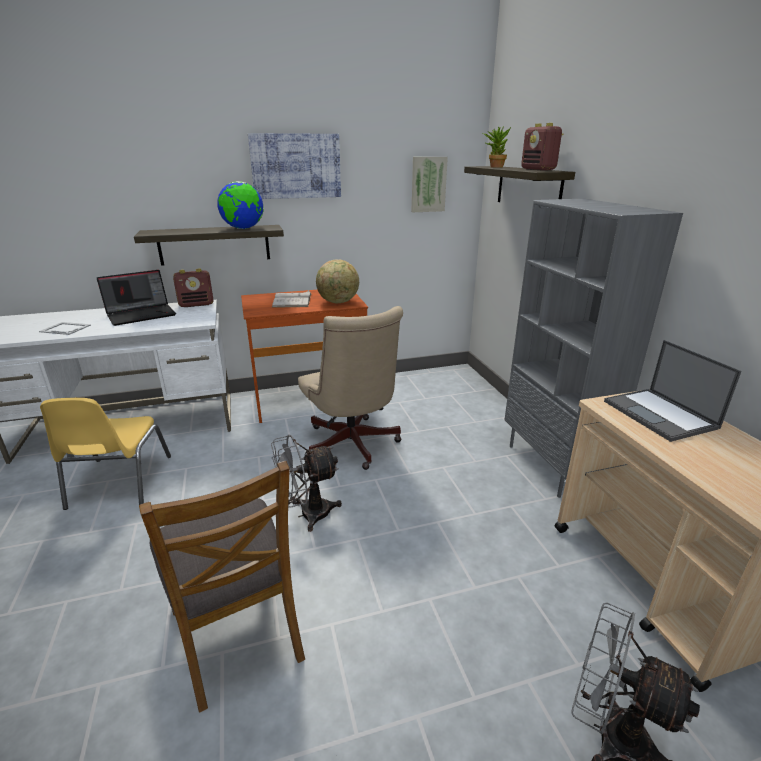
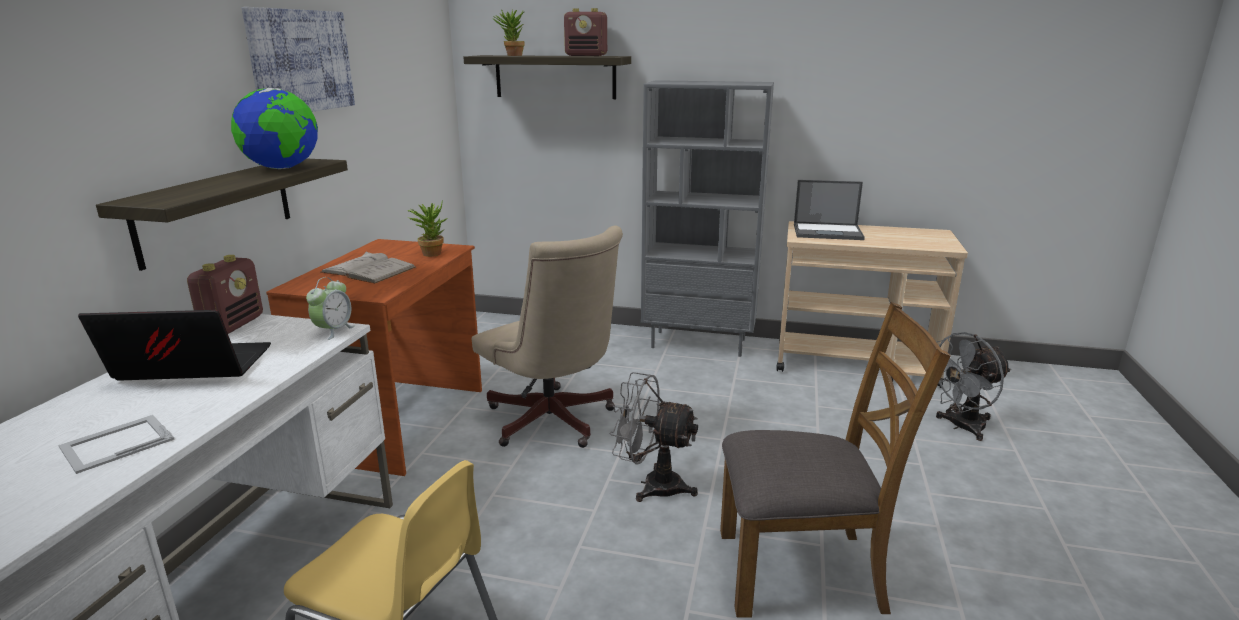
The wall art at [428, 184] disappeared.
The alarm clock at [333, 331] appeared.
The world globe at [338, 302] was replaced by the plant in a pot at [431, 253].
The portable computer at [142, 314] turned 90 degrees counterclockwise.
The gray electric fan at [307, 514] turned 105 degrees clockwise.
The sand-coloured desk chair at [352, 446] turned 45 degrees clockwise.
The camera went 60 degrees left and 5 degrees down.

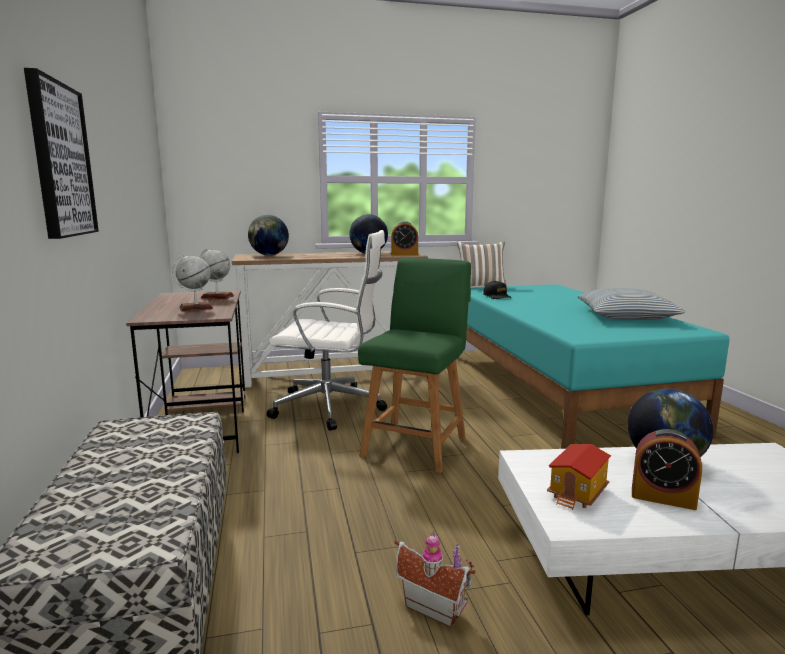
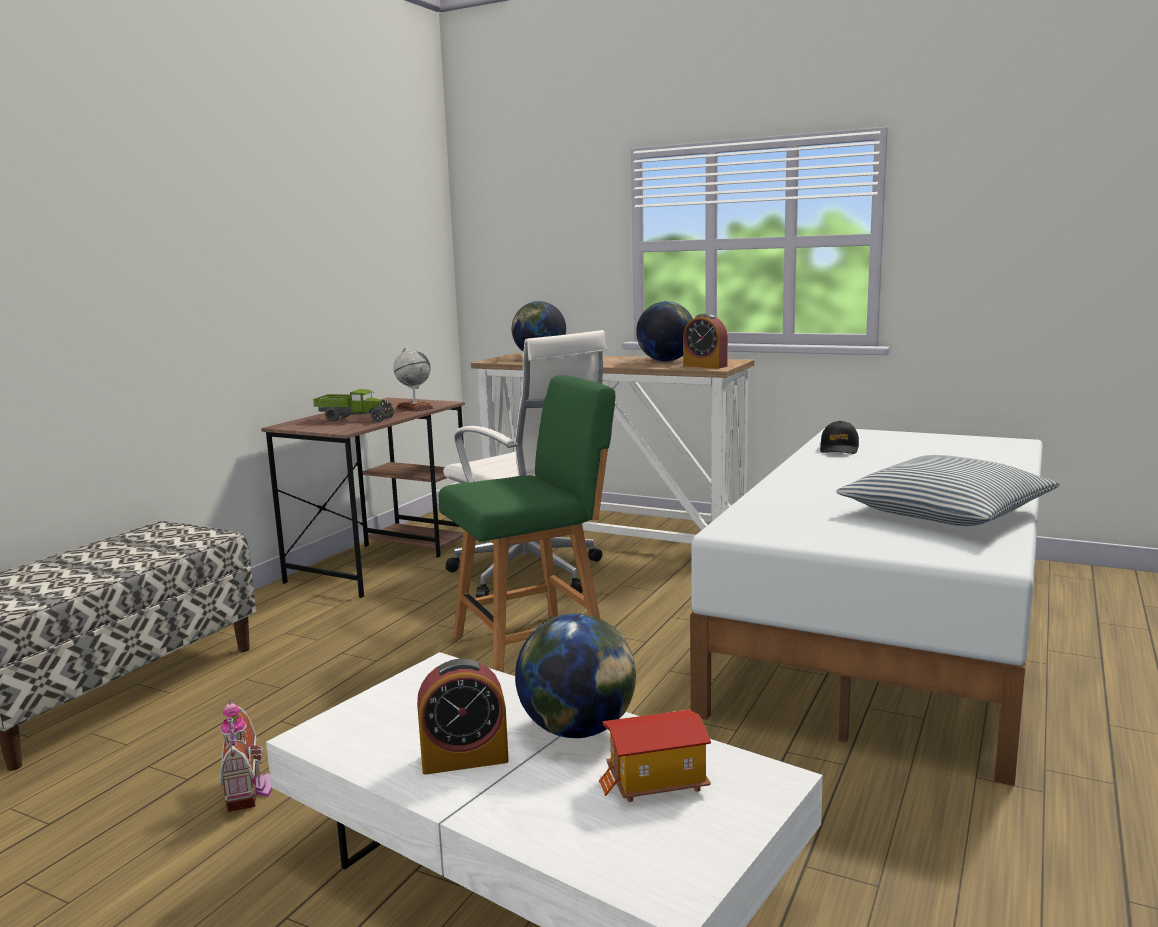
The wall art at [60, 160] disappeared.
The throw pillow at [481, 286] disappeared.
The toy house moved from [578, 493] to [656, 783].
The world globe at [196, 308] was replaced by the toy lorry at [355, 419].
The blue-green bedroom bed at [557, 389] became the white bedroom bed at [892, 630].
The alarm clock at [663, 497] turned 75 degrees counterclockwise.
The camera went 40 degrees right and 0 degrees up.

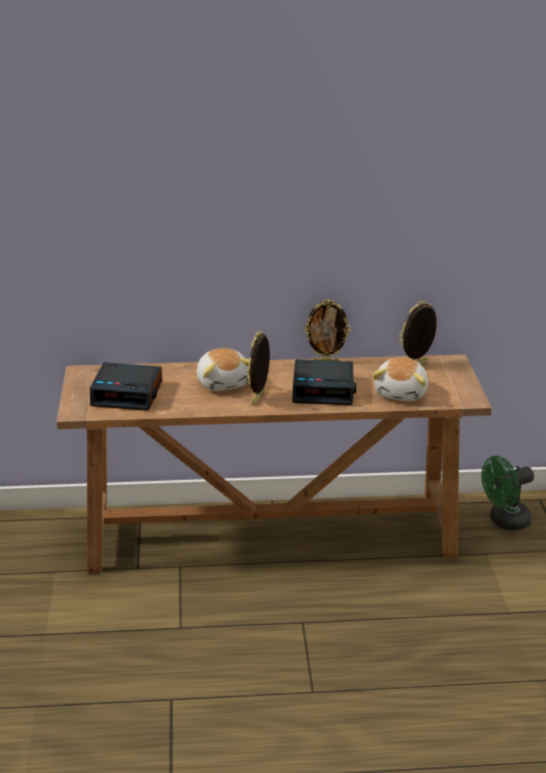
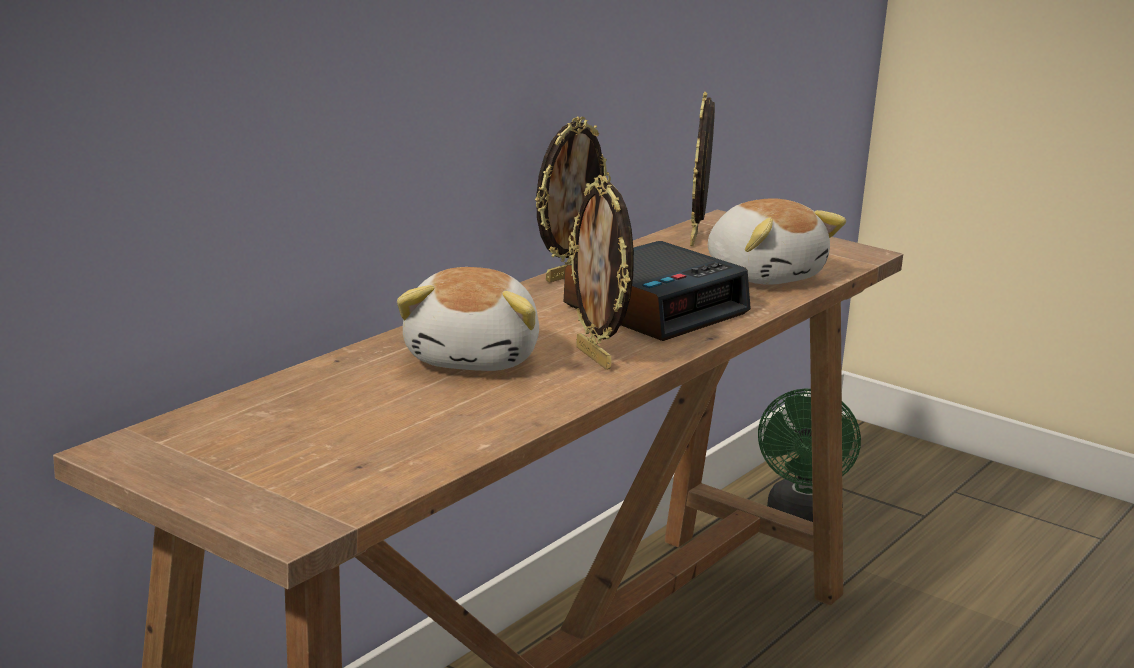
The alarm clock at [128, 393] disappeared.
The soft toy at [223, 382] turned 75 degrees clockwise.
The camera went 50 degrees left and 10 degrees down.

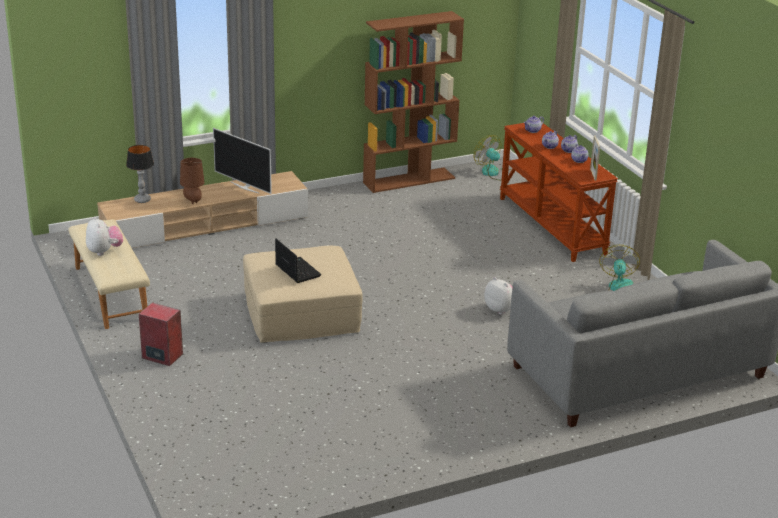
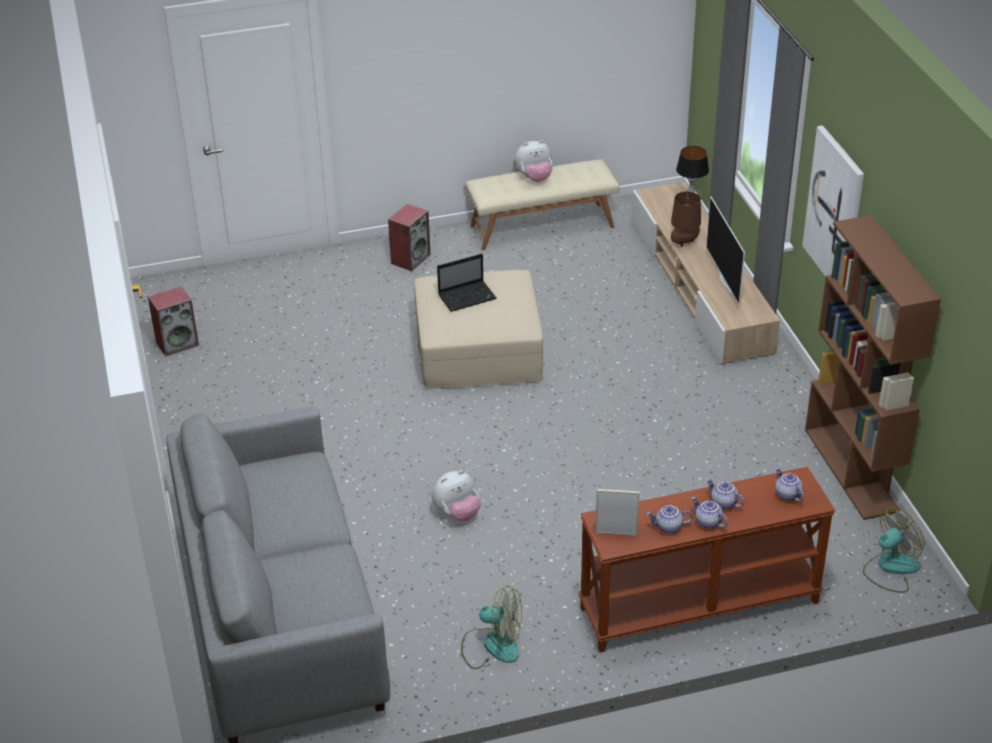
The speaker at [177, 343] appeared.
The wall art at [835, 210] appeared.
The TV at [245, 187] turned 60 degrees counterclockwise.
The camera went 100 degrees right and 10 degrees up.

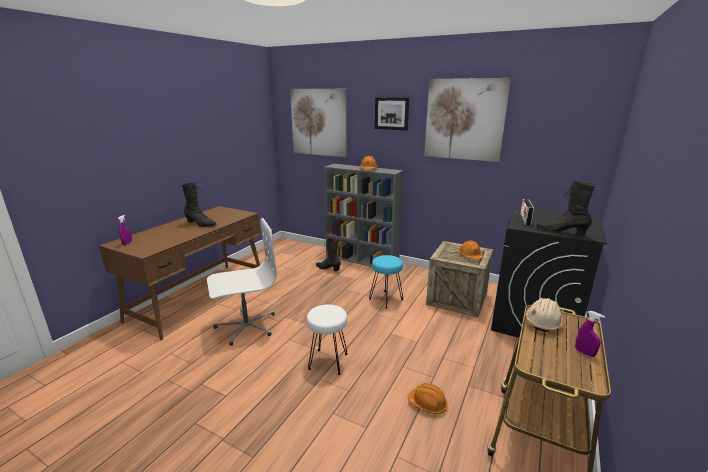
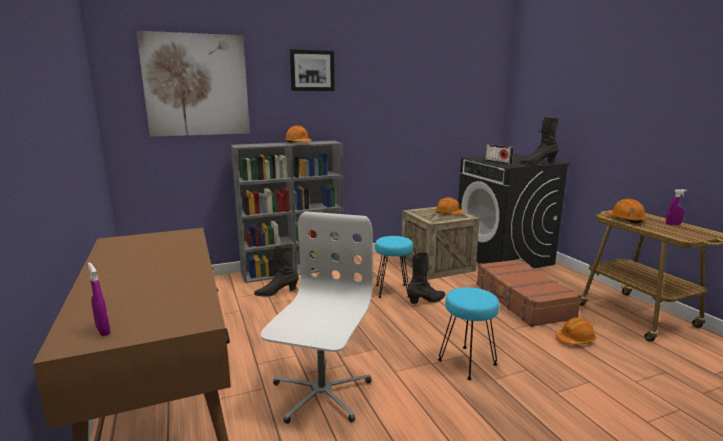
The wall art at [464, 119] disappeared.
The brownish piece of luggage at [522, 301] appeared.
The black-coloured high-top boot moved from [201, 224] to [426, 301].
The white stool seat at [328, 362] became the blue-green stool seat at [467, 363].
The sand-coloured work helmet at [543, 322] became the orange work helmet at [626, 219].
The camera went 50 degrees left and 5 degrees down.

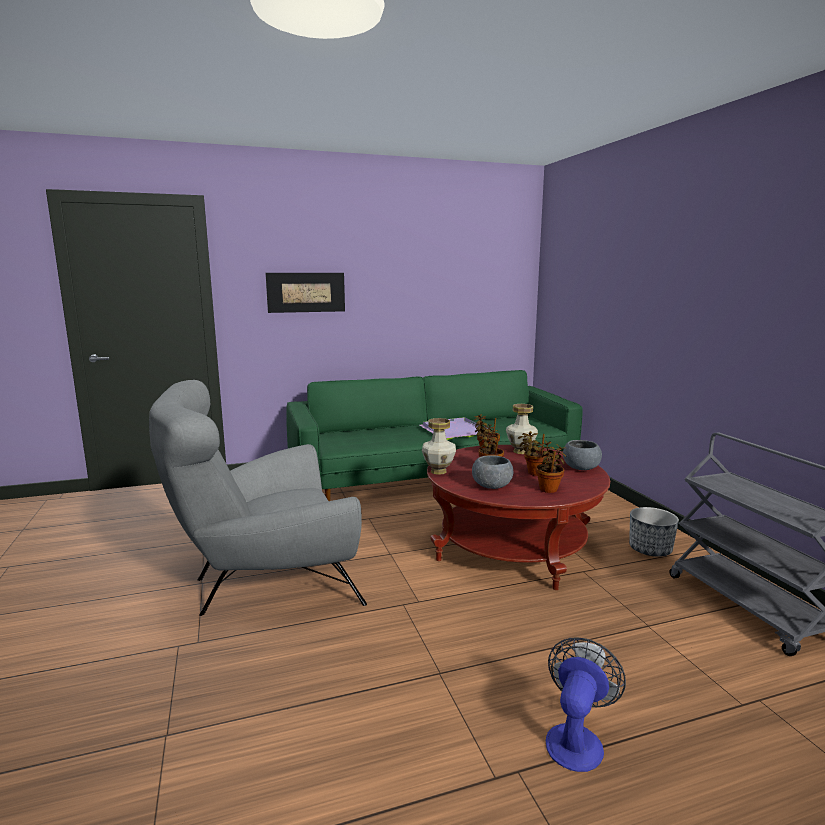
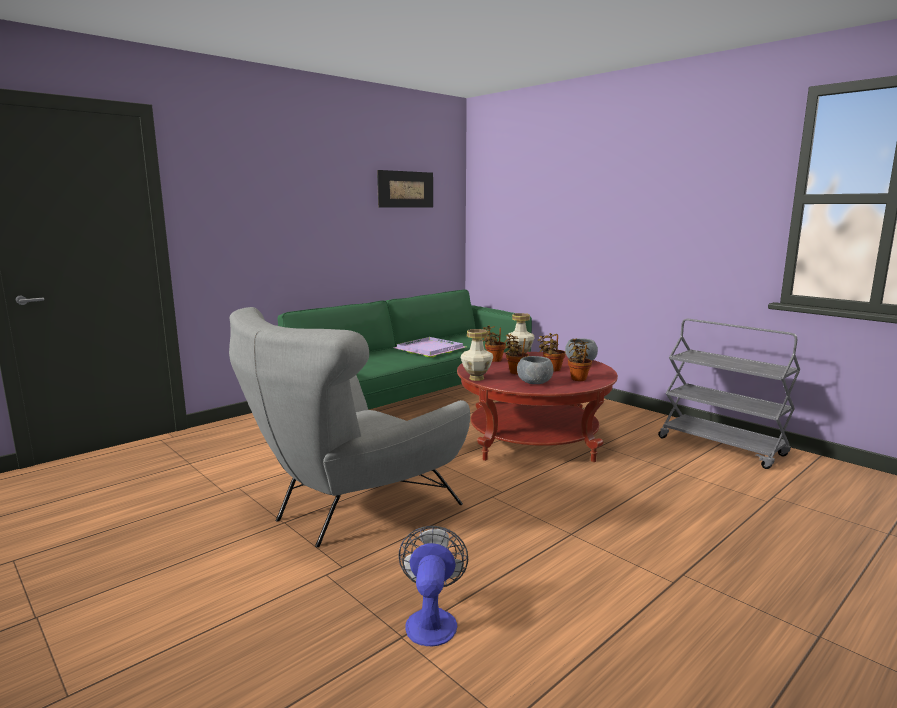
The flower pot at [650, 550] disappeared.
The wall art moved from [306, 292] to [405, 189].
The electric fan moved from [576, 738] to [431, 620].
The camera went 25 degrees left and 0 degrees up.

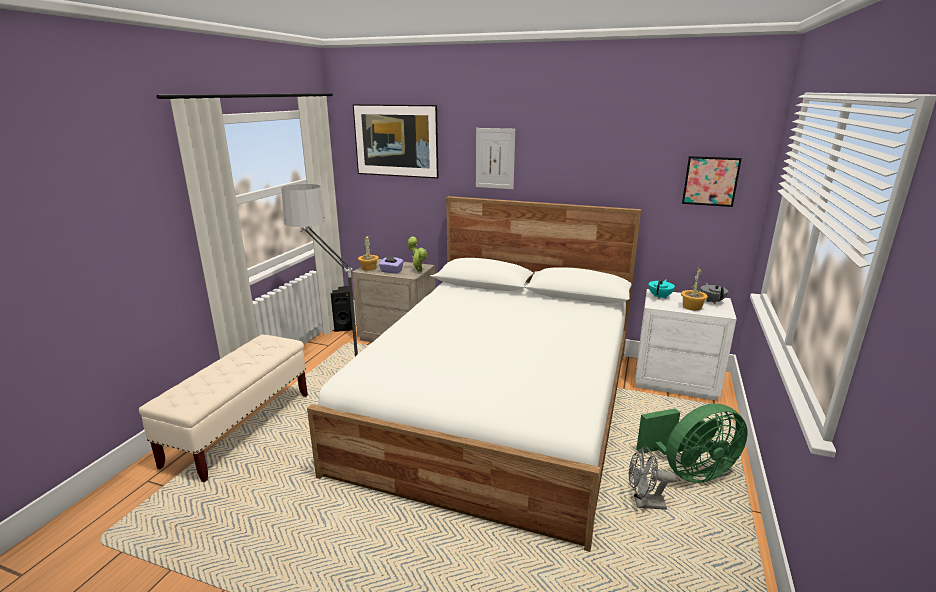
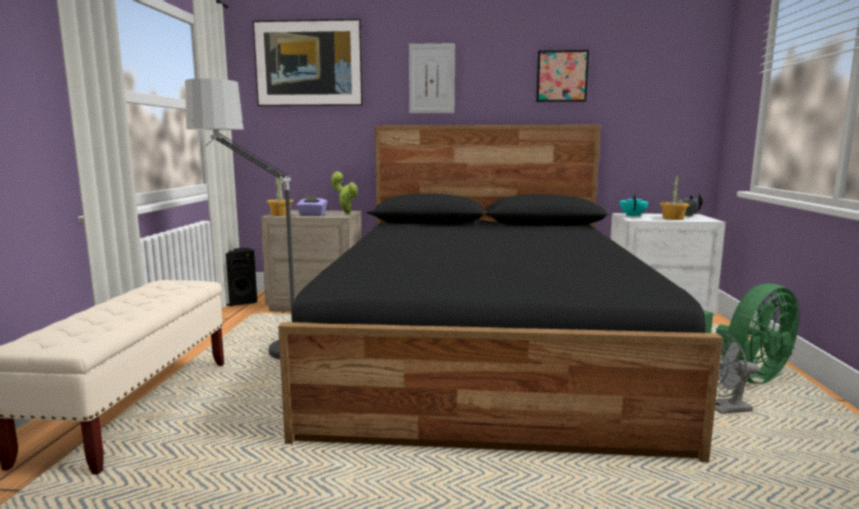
The wall art moved from [710, 181] to [562, 76].
The white bedroom bed at [499, 406] became the black-coloured bedroom bed at [486, 349].
The camera went 15 degrees left and 10 degrees down.

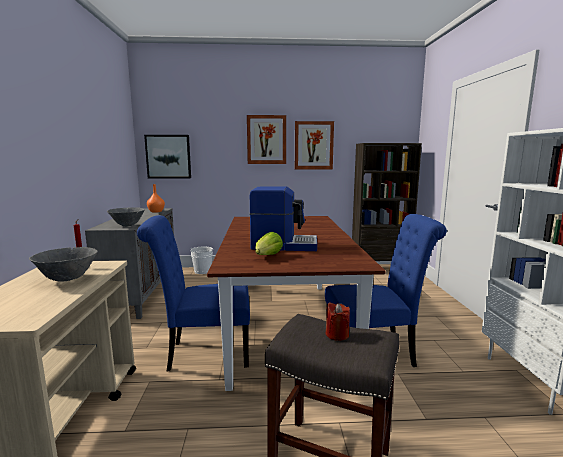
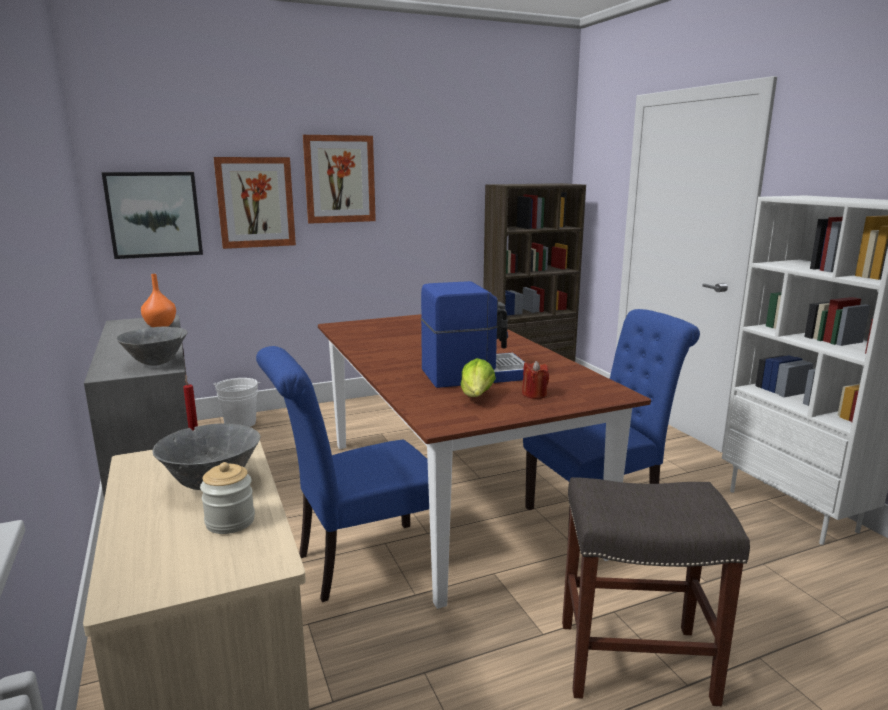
The preserve jar at [230, 521] appeared.
The wall art moved from [313, 145] to [255, 202].
The red-coloured wax light moved from [337, 334] to [534, 394].
The camera went 20 degrees left and 5 degrees up.

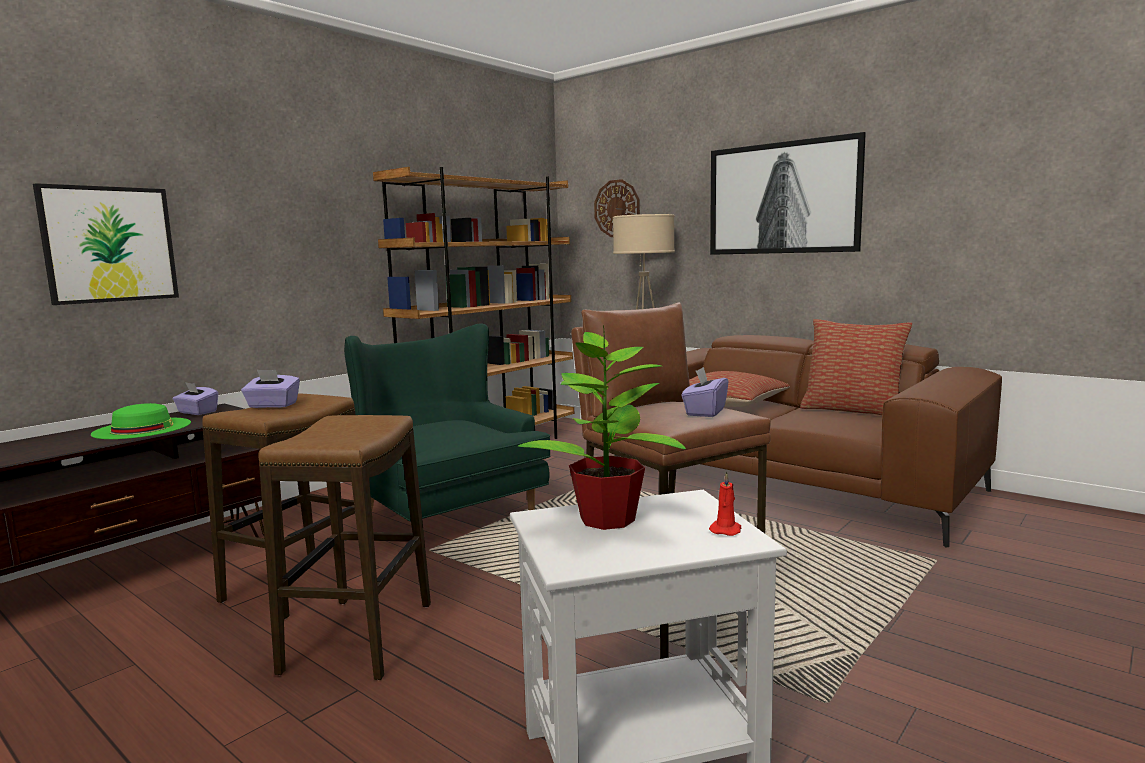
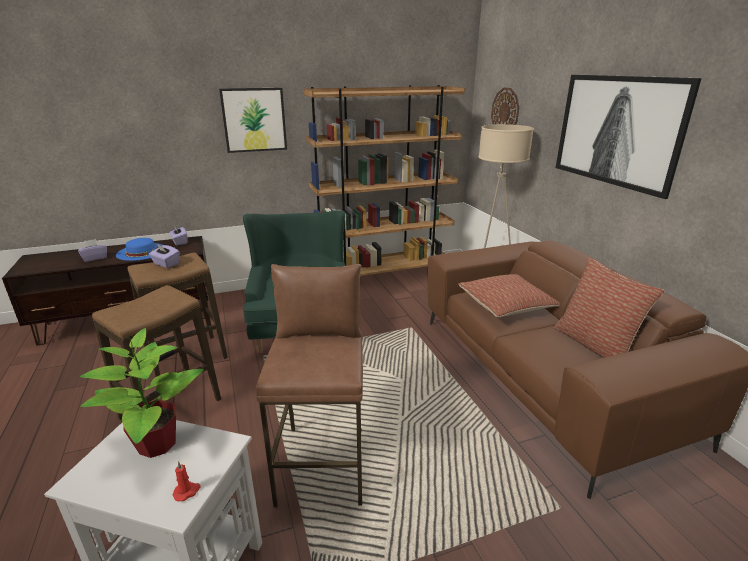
The wall art moved from [109, 244] to [254, 120].
The purple tissue holder moved from [705, 412] to [95, 258].
The green-coloured clothing hat at [142, 428] became the bluish clothing hat at [141, 251].
The camera went 30 degrees right and 15 degrees up.

